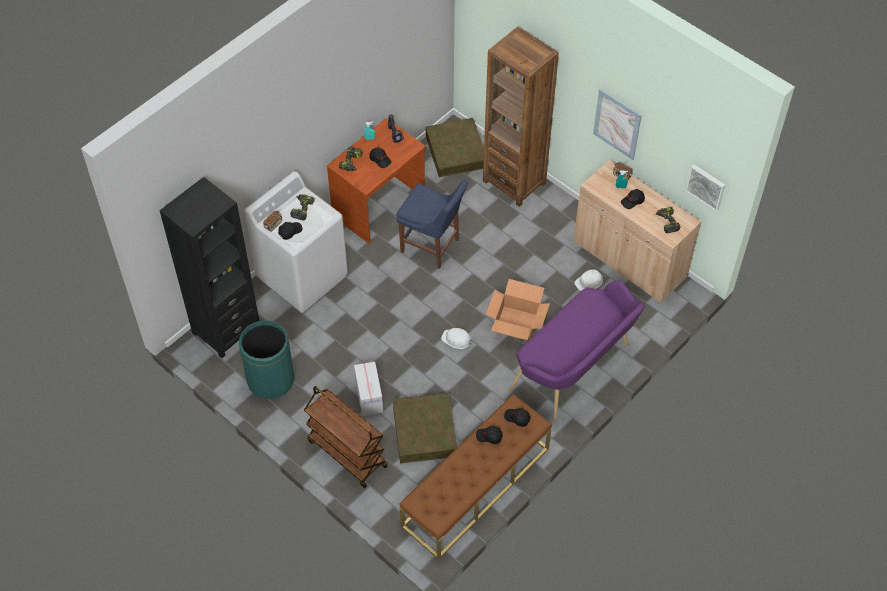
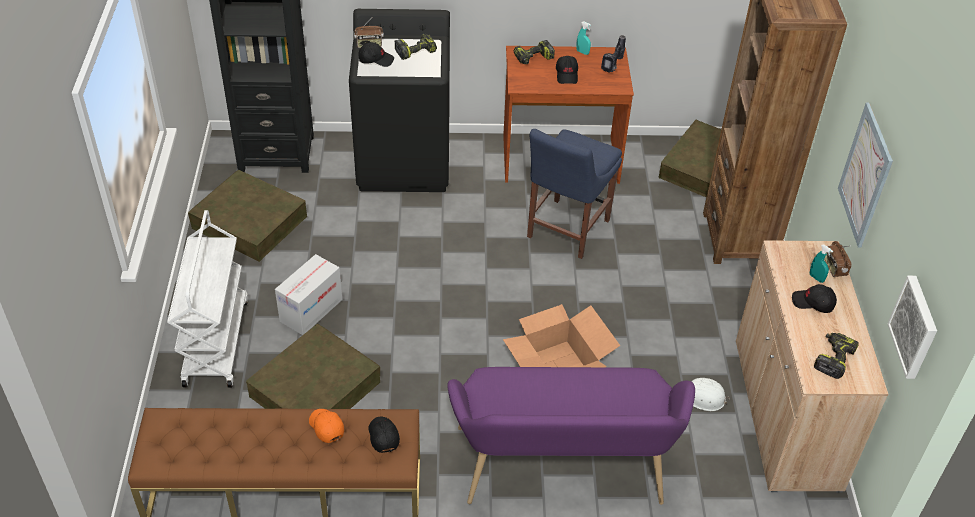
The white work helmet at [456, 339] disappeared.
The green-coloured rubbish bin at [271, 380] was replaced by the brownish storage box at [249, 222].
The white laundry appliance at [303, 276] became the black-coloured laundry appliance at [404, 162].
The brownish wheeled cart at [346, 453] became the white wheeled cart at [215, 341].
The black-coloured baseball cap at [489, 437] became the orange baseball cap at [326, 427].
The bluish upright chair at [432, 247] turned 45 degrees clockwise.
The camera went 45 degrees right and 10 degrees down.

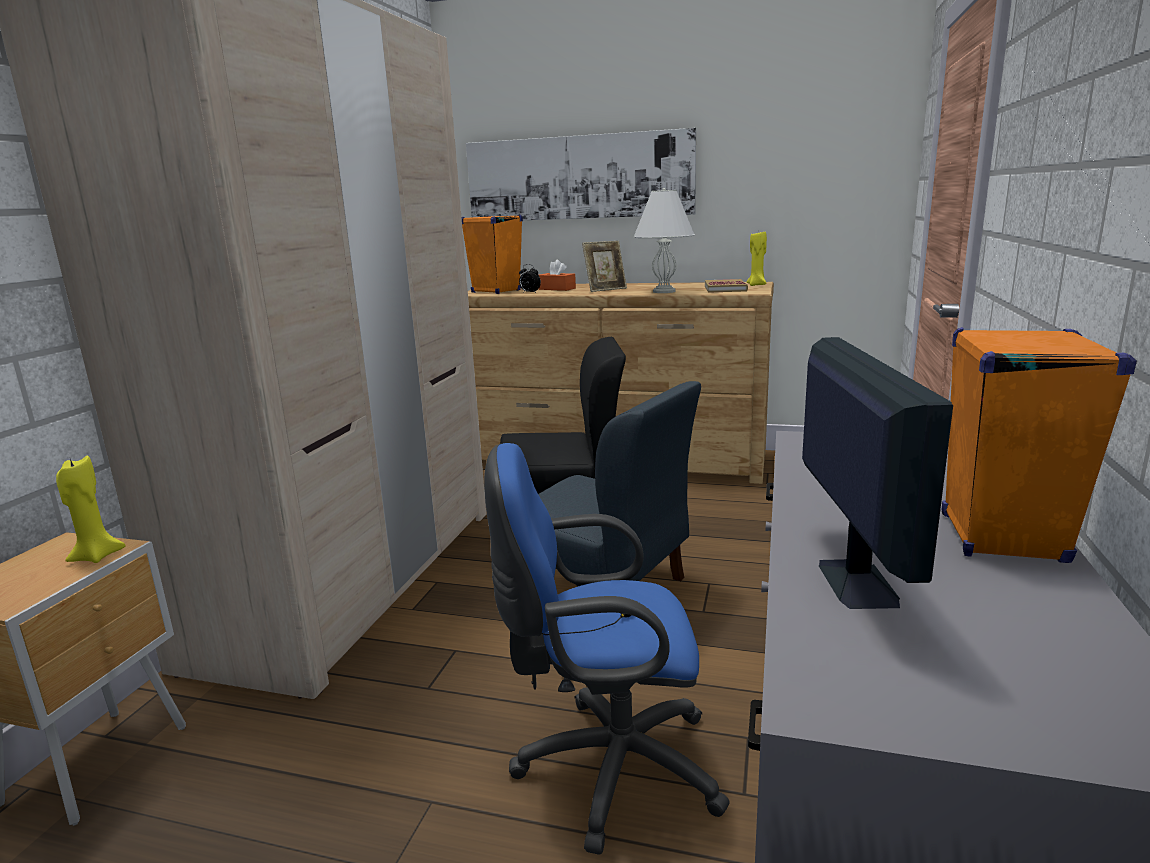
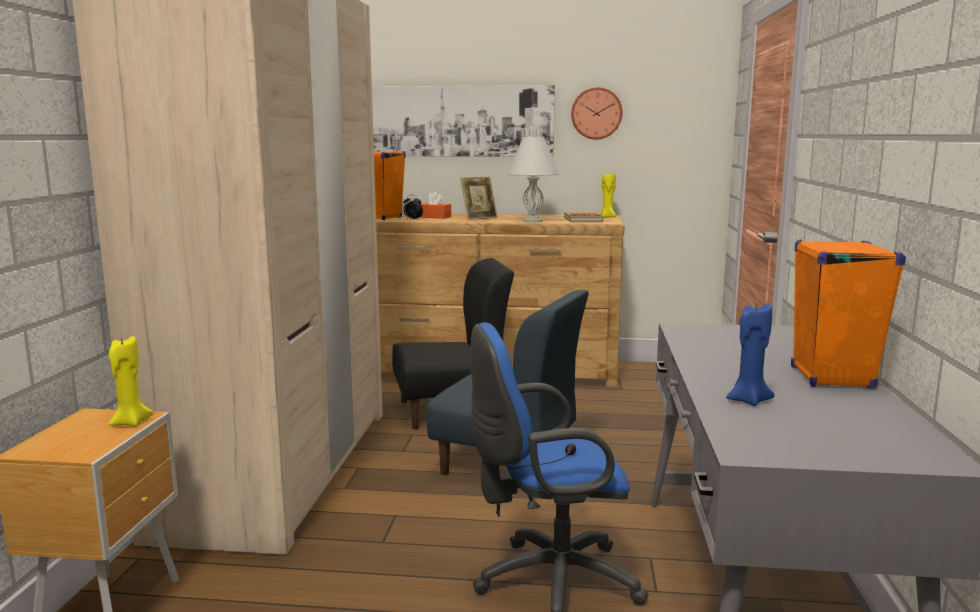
The clock on the wall at [596, 113] appeared.
The computer screen at [855, 581] was replaced by the bluish wax light at [748, 400].
The camera went 10 degrees left and 5 degrees down.

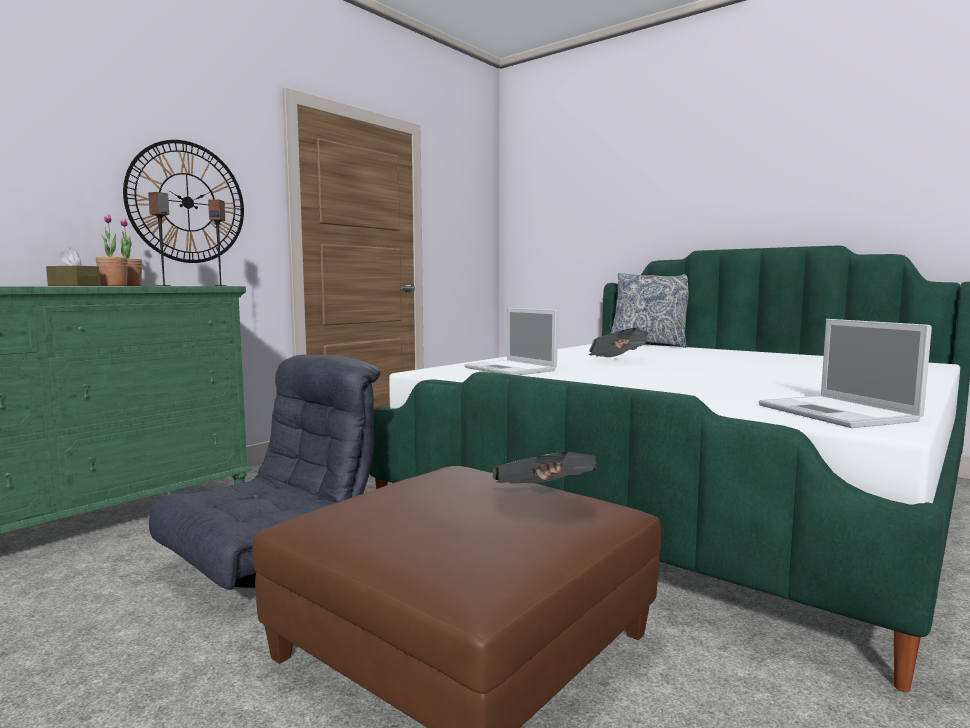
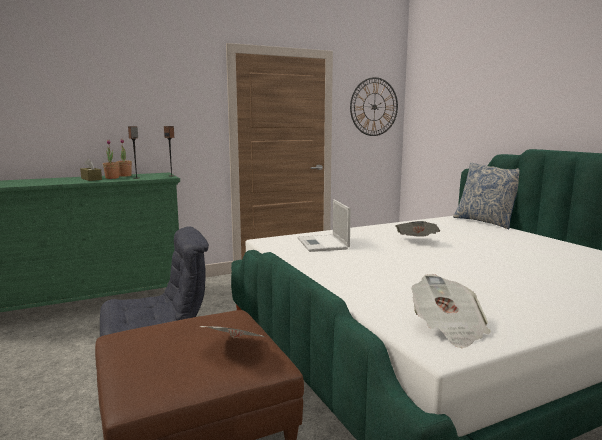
The clock on the wall moved from [187, 202] to [374, 107].
The portable computer at [838, 413] was replaced by the printed paper at [448, 329].
The camera went 25 degrees right and 5 degrees up.

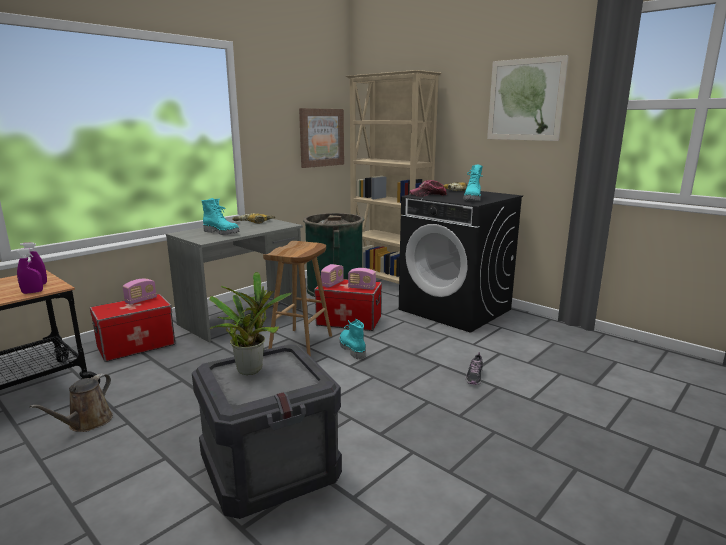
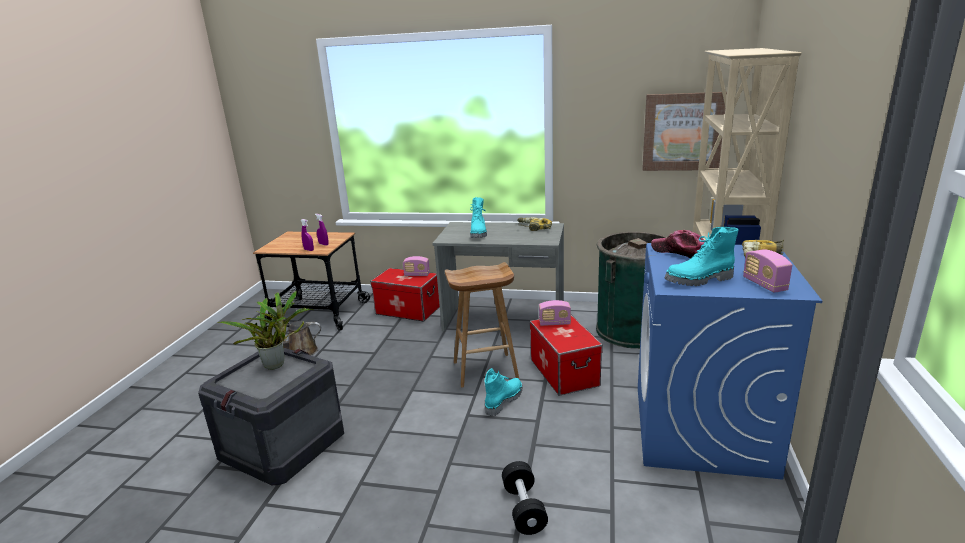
The wall art at [525, 100] disappeared.
The radio set moved from [361, 288] to [764, 284].
The shoe at [474, 376] was replaced by the black-coloured free weight at [524, 508].
The black-coloured laundry appliance at [455, 309] became the bluish laundry appliance at [702, 429].
The camera went 60 degrees right and 5 degrees up.

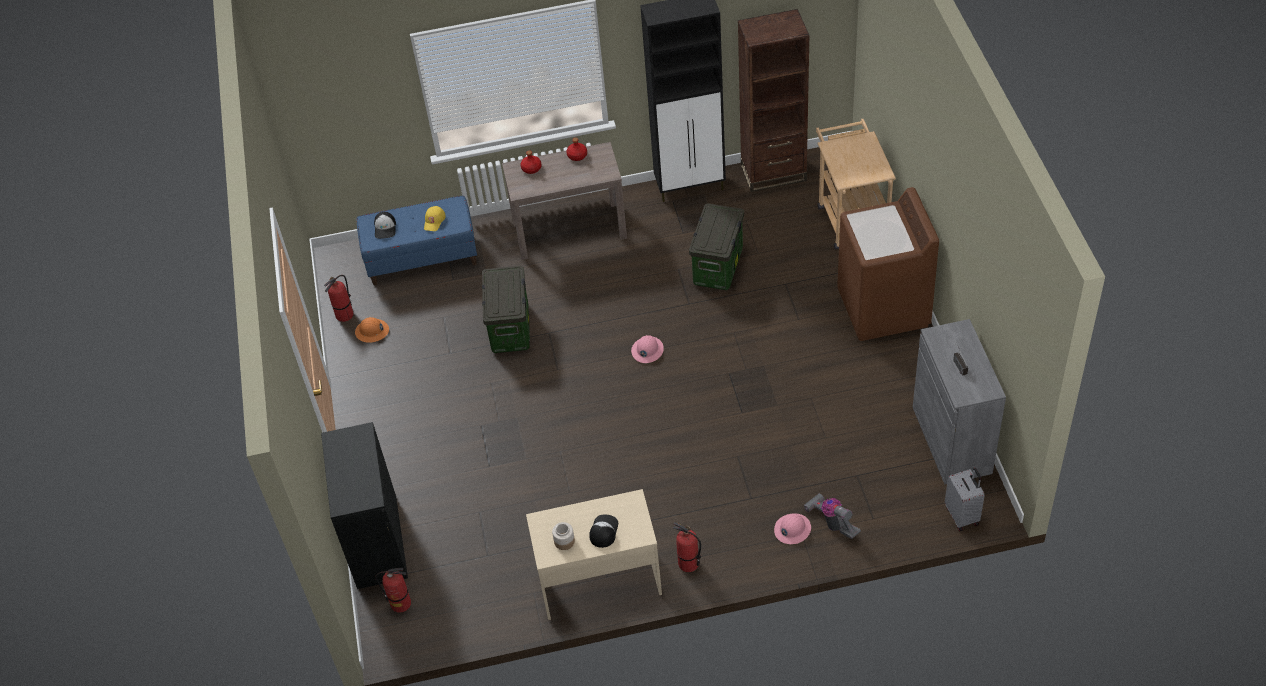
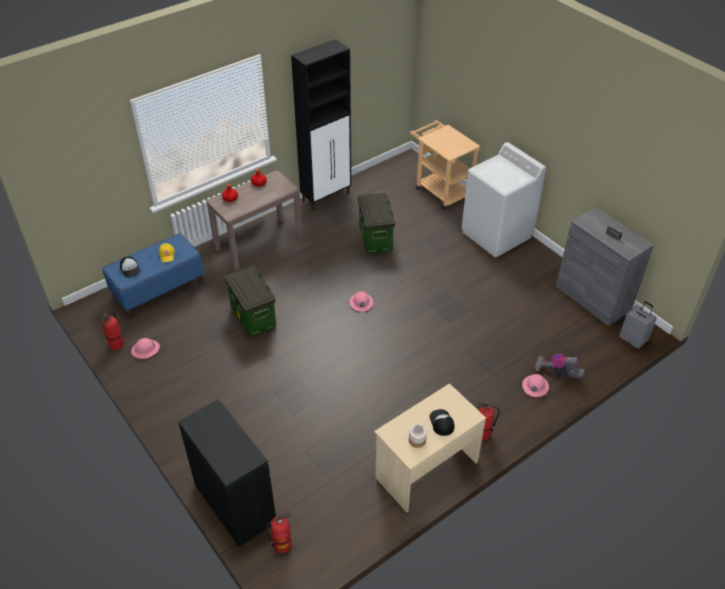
The brownish bookcase at [773, 173] disappeared.
The orange work helmet at [372, 331] became the pinkish work helmet at [145, 349].
The brownish laundry appliance at [883, 308] became the white laundry appliance at [496, 235].
The camera went 30 degrees left and 5 degrees down.

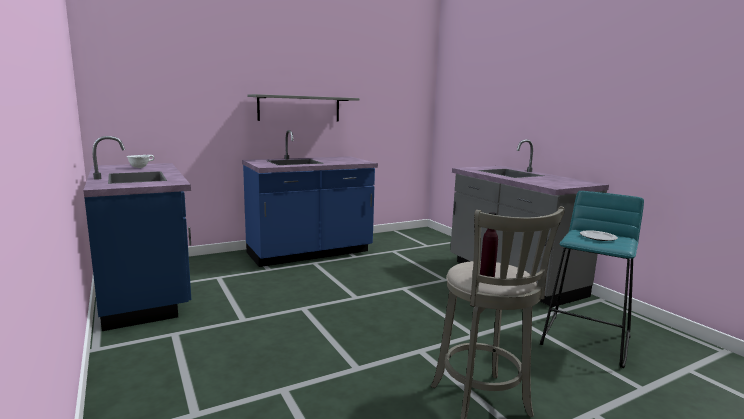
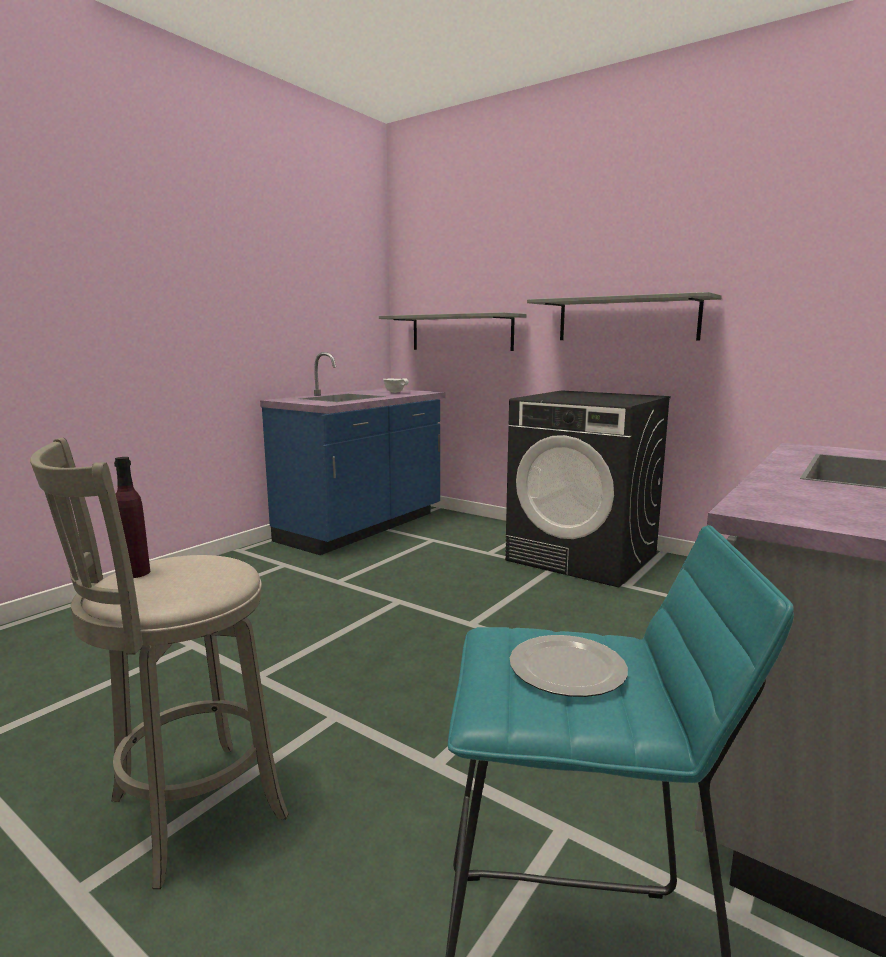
The gray shelf at [461, 332] appeared.
The bluish kitchen base unit at [310, 253] was replaced by the black-coloured laundry appliance at [583, 557].
The camera went 65 degrees right and 0 degrees up.

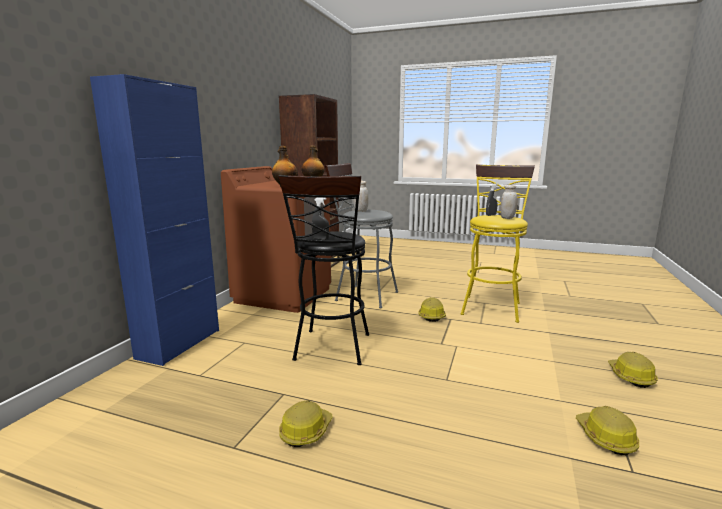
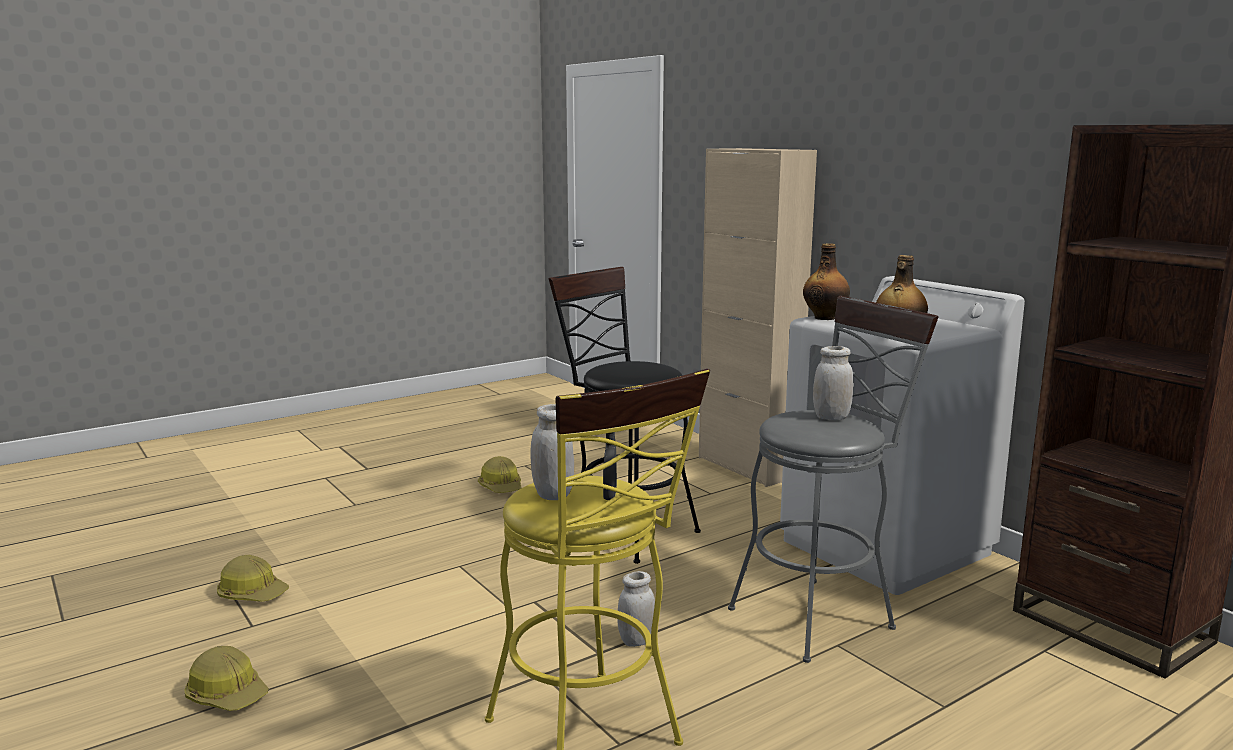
The gray hand sprayer at [320, 239] disappeared.
The work helmet at [431, 315] was replaced by the white preserve jar at [636, 641].
The bluish cabinet at [179, 344] became the sand-coloured cabinet at [747, 467].
The brownish laundry appliance at [283, 295] became the white laundry appliance at [886, 547].
The camera went 125 degrees right and 0 degrees up.

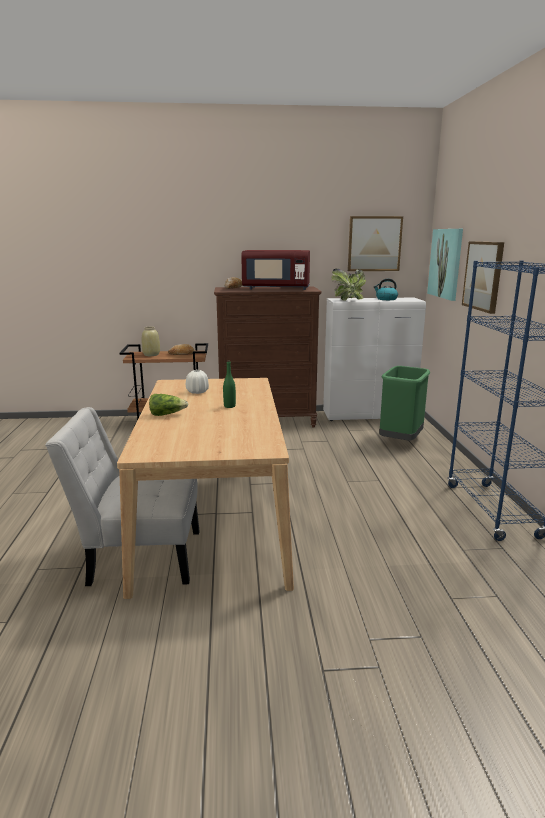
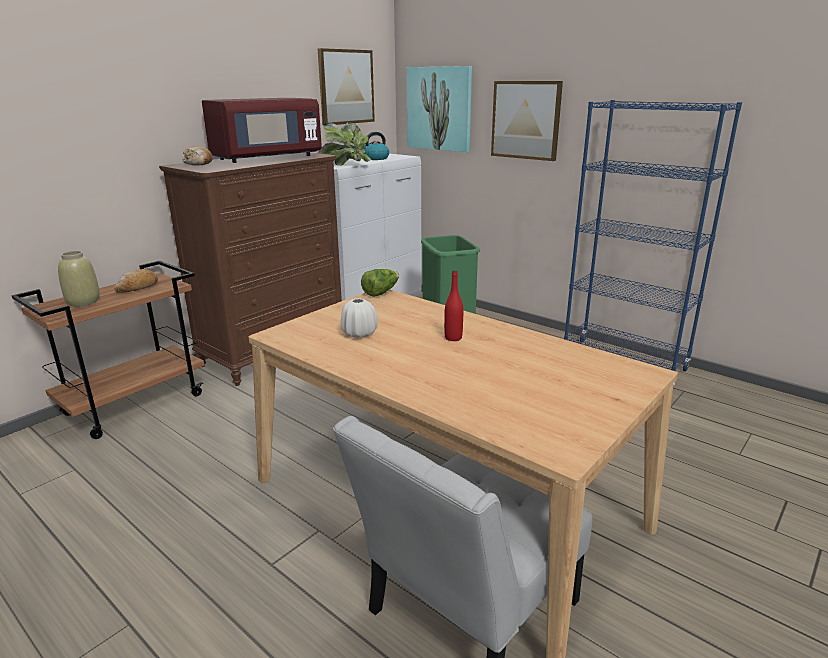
The lettuce moved from [167, 414] to [381, 292].
The green-coloured drink bottle at [229, 406] became the red-coloured drink bottle at [453, 338].
The camera went 45 degrees left and 5 degrees up.

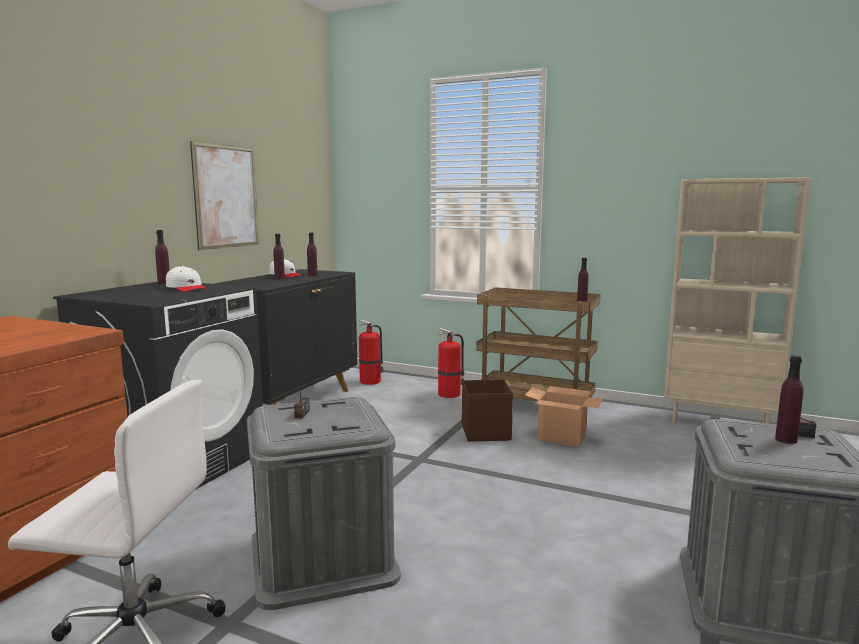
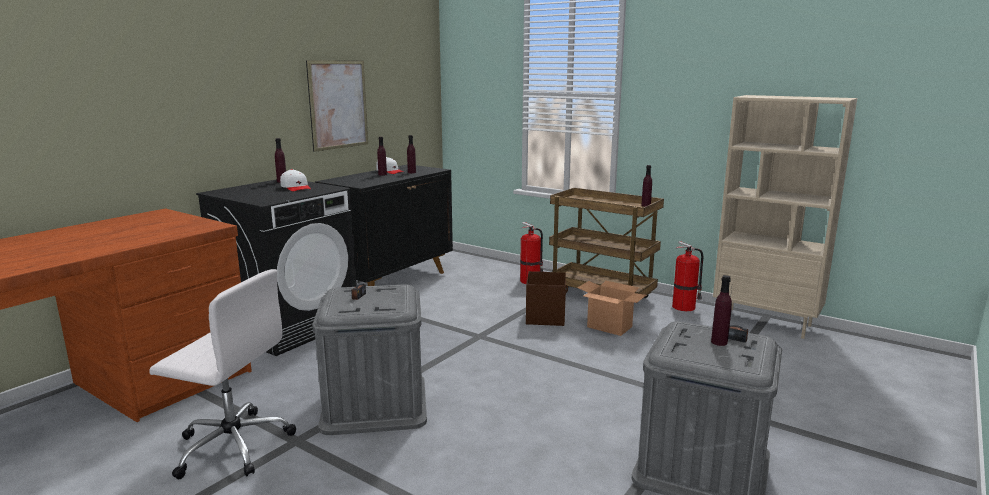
The fire-fighting cylinder moved from [371, 381] to [685, 307].
The camera went 10 degrees right and 5 degrees up.

